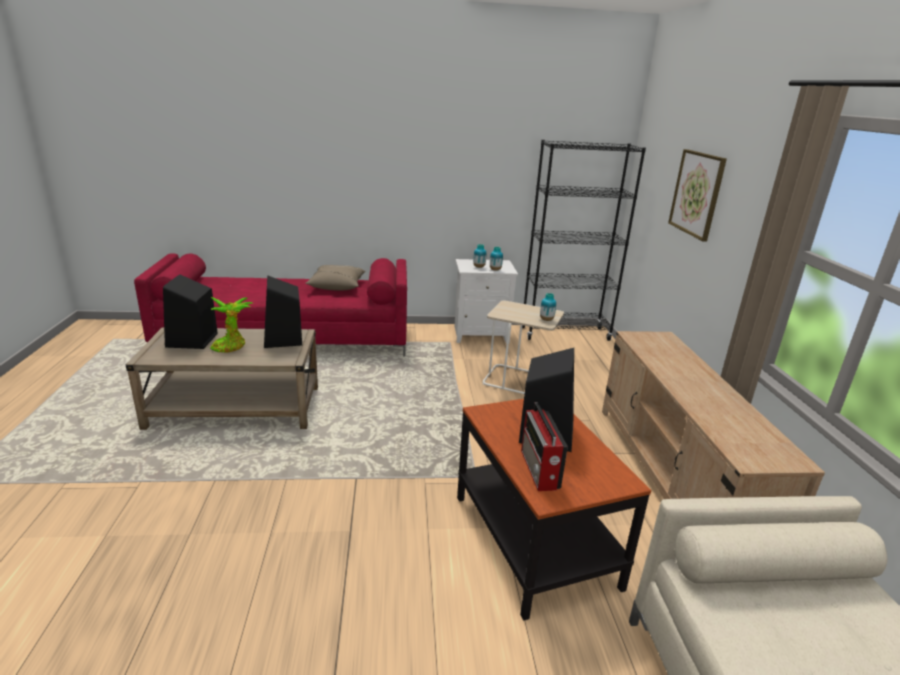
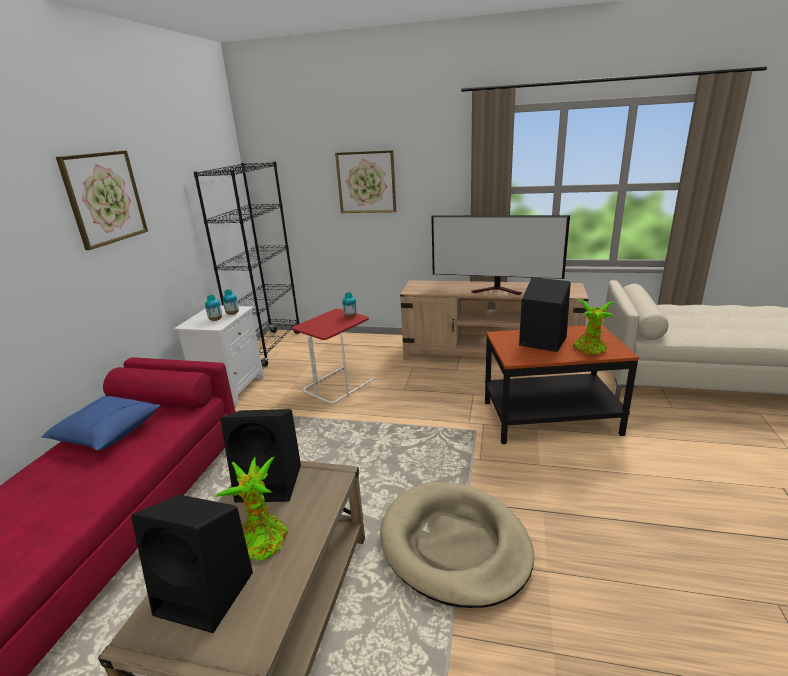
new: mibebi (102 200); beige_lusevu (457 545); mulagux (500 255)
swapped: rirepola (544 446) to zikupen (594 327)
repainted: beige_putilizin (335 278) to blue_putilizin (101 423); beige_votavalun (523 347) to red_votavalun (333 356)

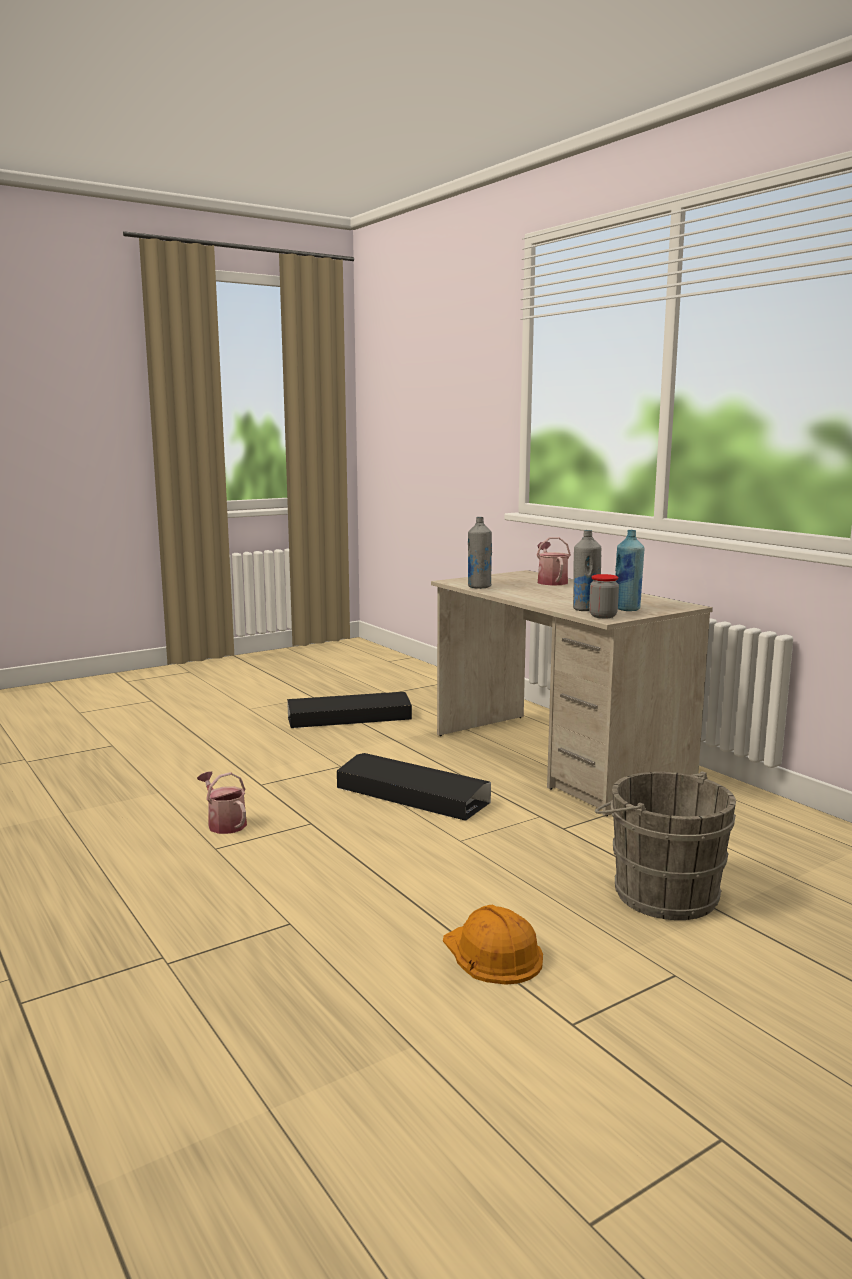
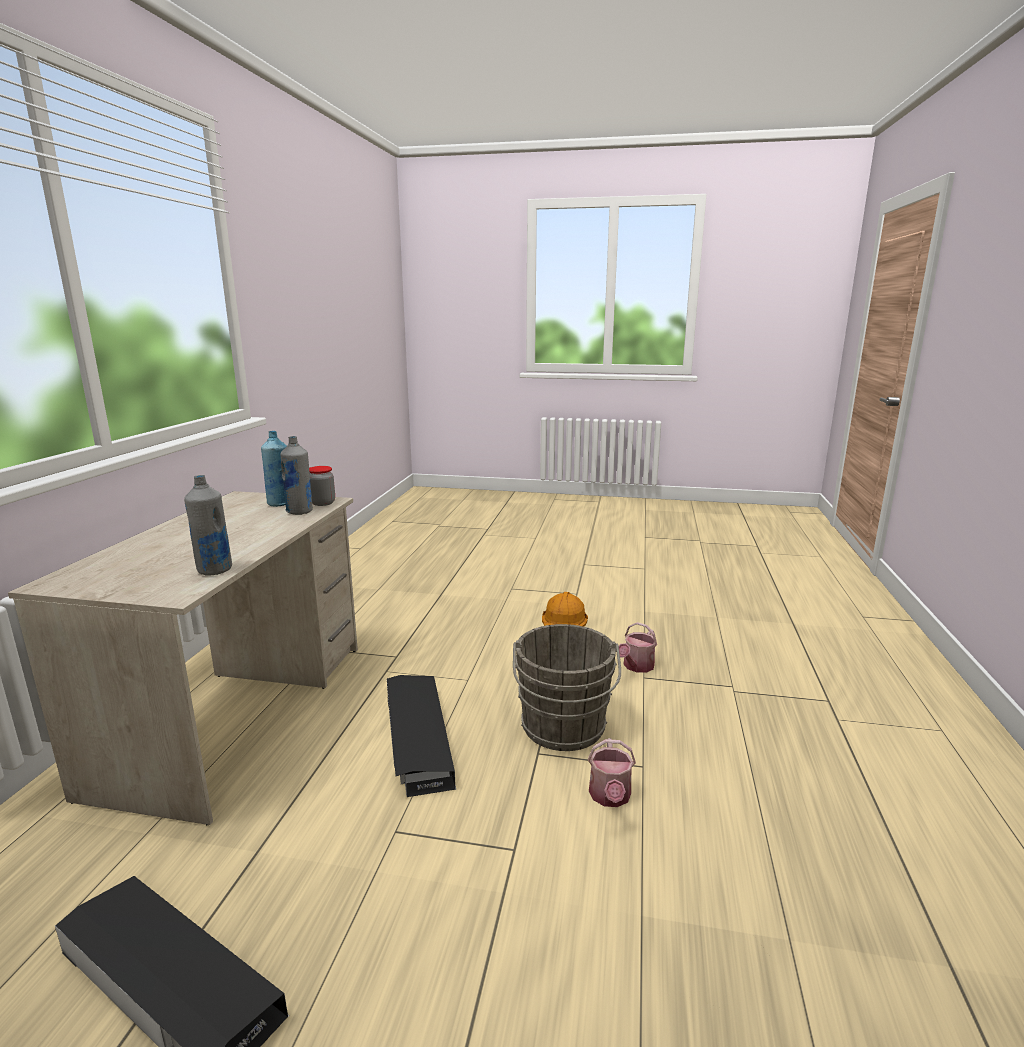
shifted: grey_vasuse (665 845) to (567 687); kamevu (554 561) to (638 647)

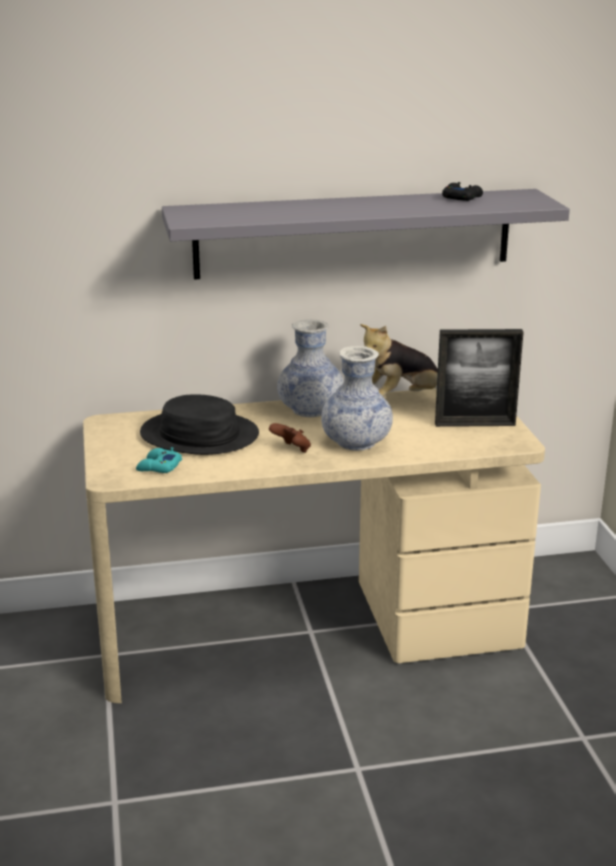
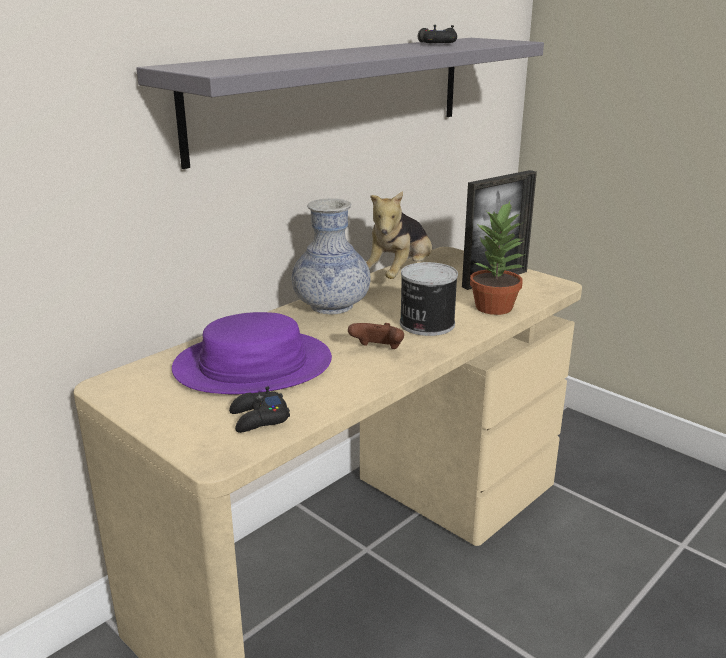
new: zikupen (497 258)
swapped: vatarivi (357 398) to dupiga (429 299)
repainted: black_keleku (199 424) to purple_keleku (252 353); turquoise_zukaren (159 460) to black_zukaren (259 409)

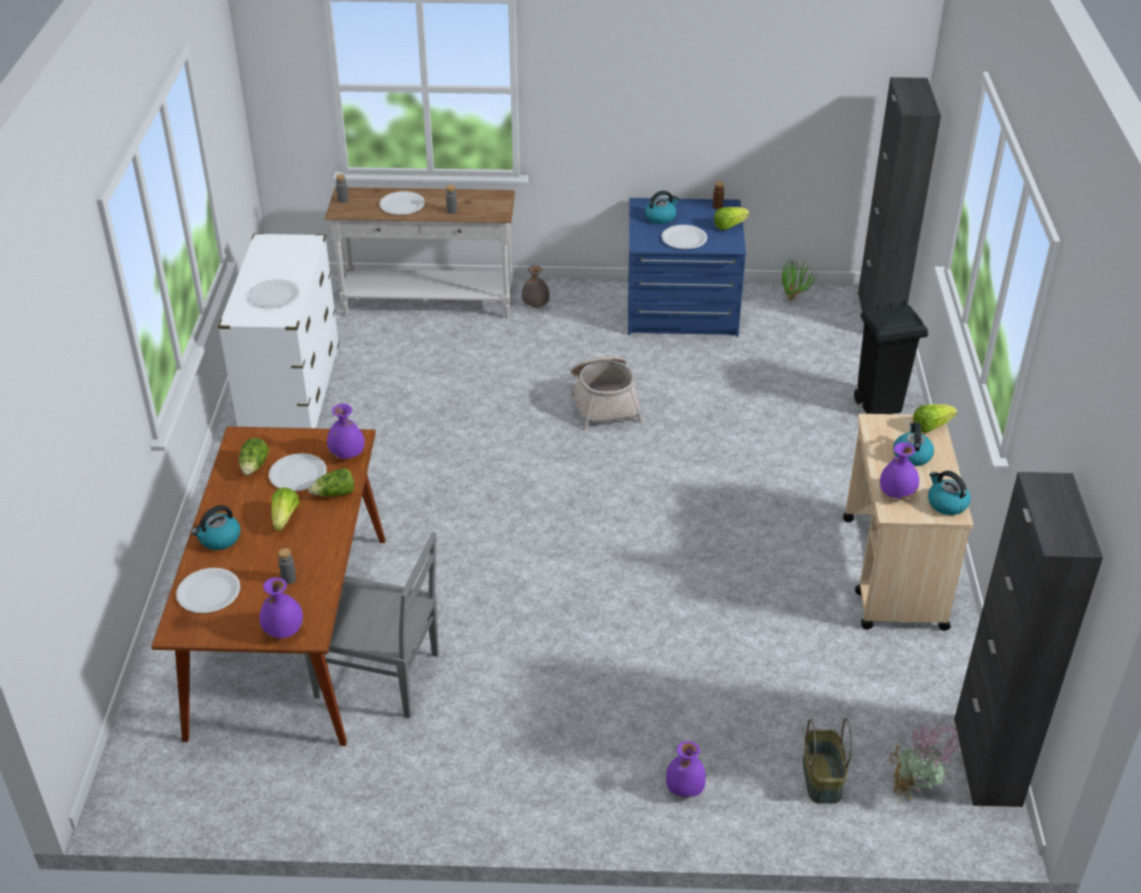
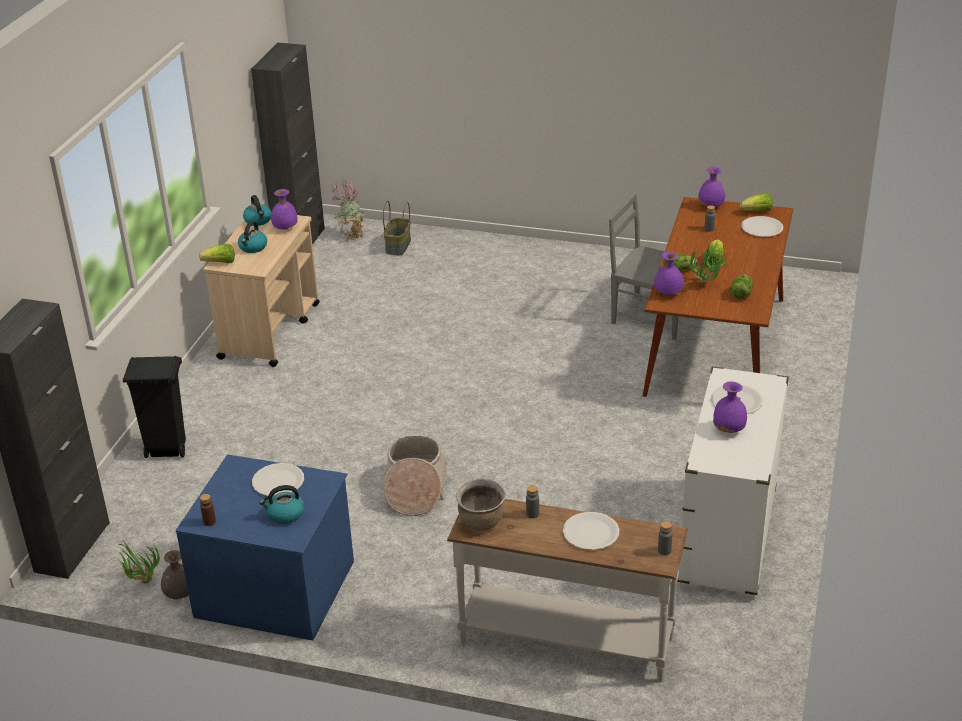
gone: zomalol (216 527)
new: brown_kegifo (481 504)
shifted: grey_vatarivi (536 286) to (175 575); purple_vatarivi (686 769) to (730 407); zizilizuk (731 218) to (756 202)
swapped: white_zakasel (298 472) to zikupen (708 264)

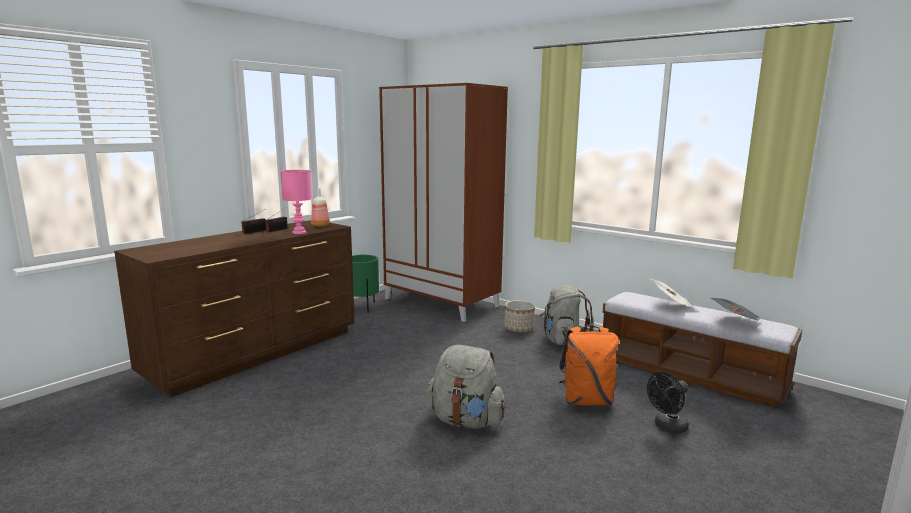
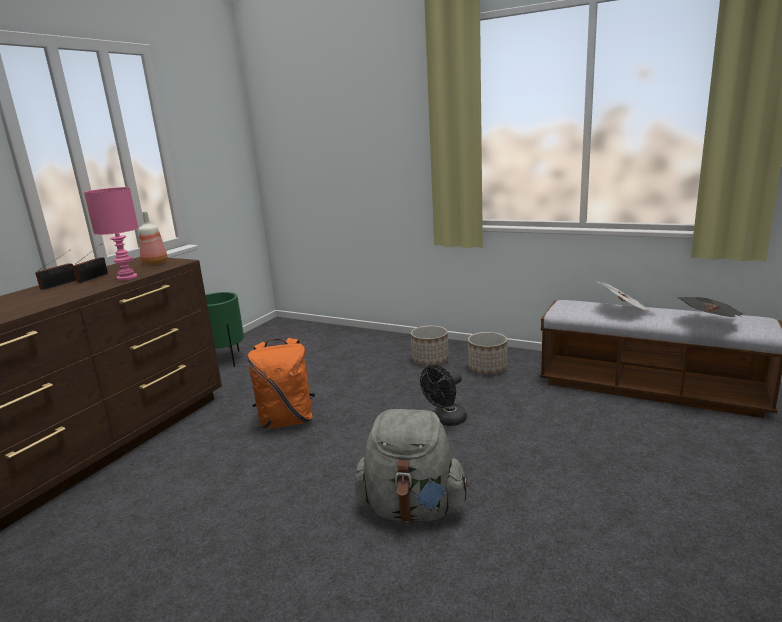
gone: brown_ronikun (443 202)
shifted: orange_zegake (588 366) to (281 383); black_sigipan (668 402) to (443 395)
swapped: grey_zegake (566 315) to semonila (487 353)

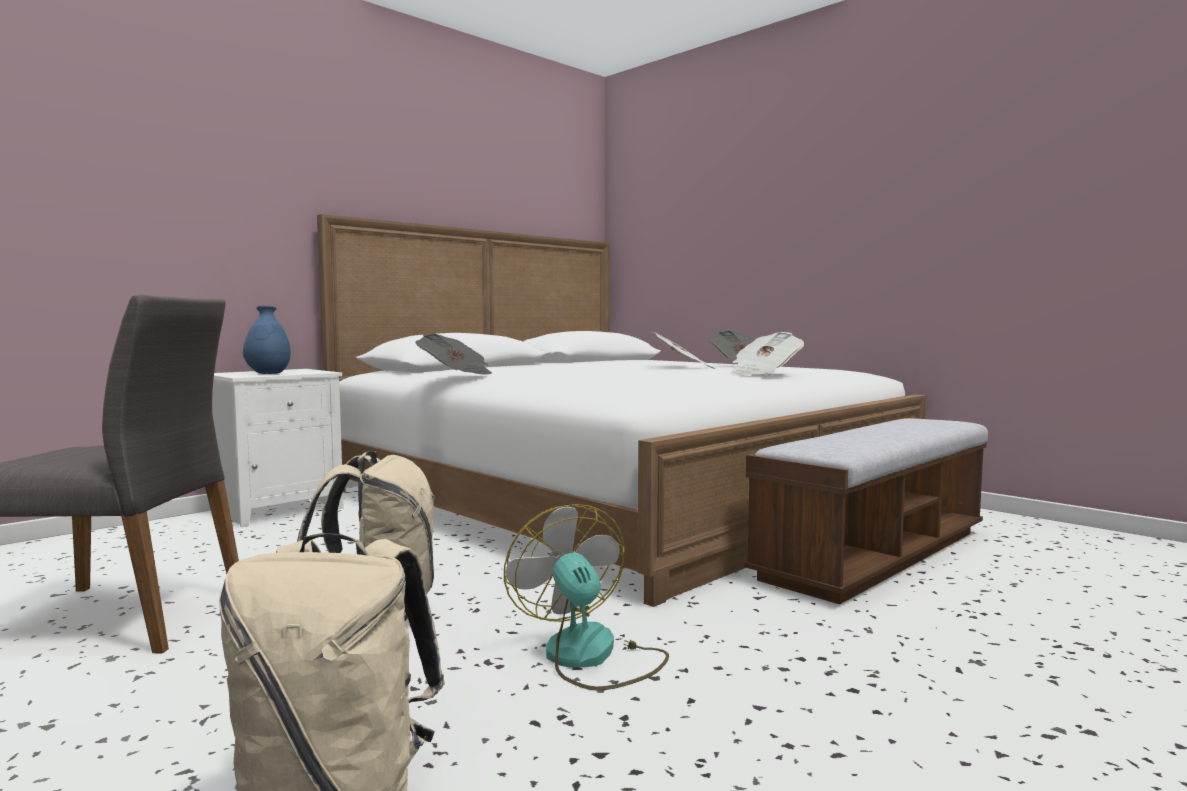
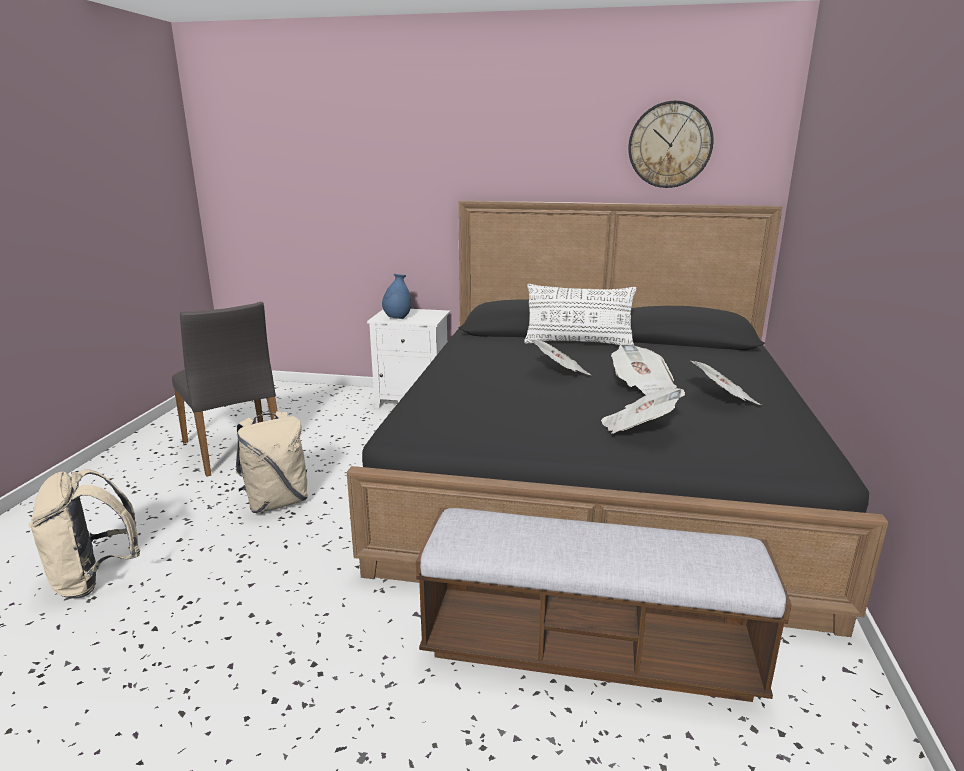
gone: sigipan (586 597)
new: white_putilizin (580 314); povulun (670 144)
shifted: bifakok (453 354) to (560 357)
repainted: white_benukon (621 410) to black_benukon (617 419)

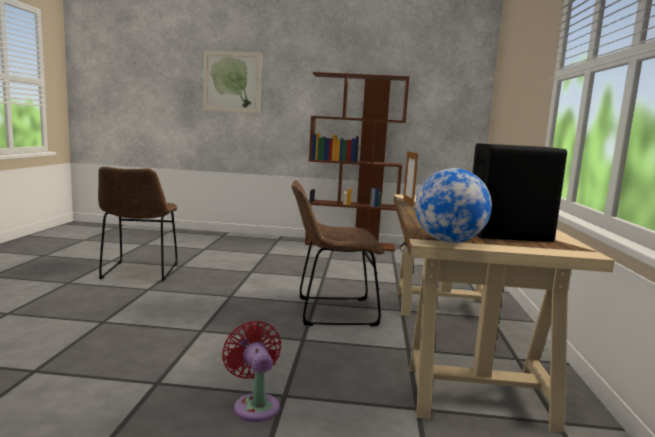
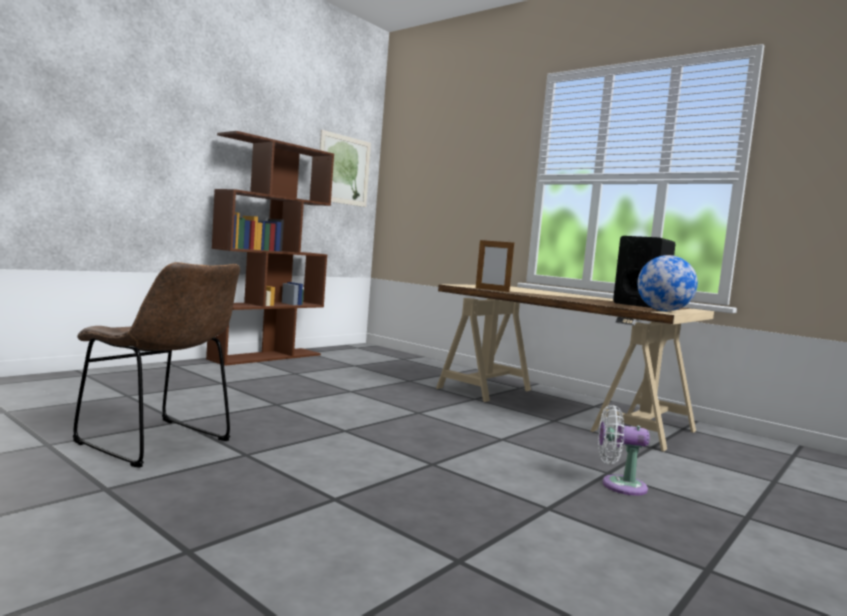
gone: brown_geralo (337 253)
shifted: mibebi (232 81) to (345 168)
repainted: red_sigipan (251 371) to white_sigipan (624 450)

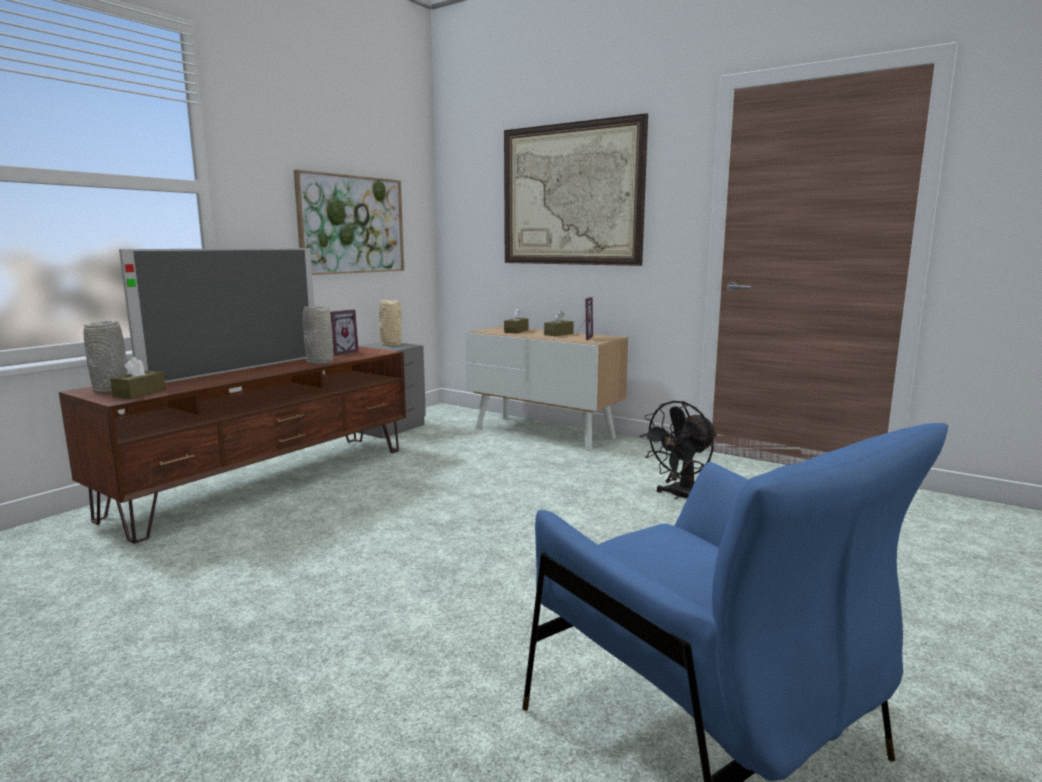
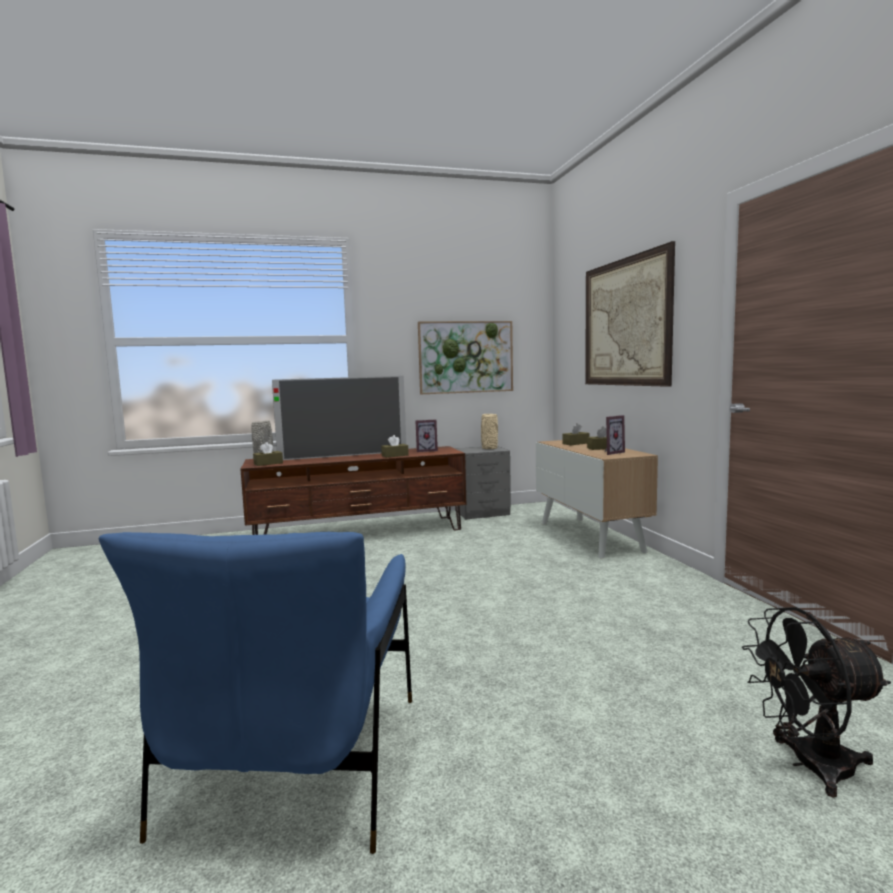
shifted: black_sigipan (678 450) to (816 702)
swapped: grey_vatarivi (318 335) to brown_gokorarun (395 446)

